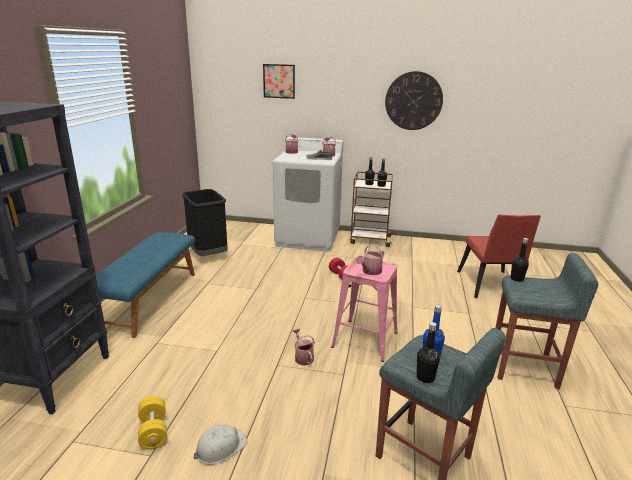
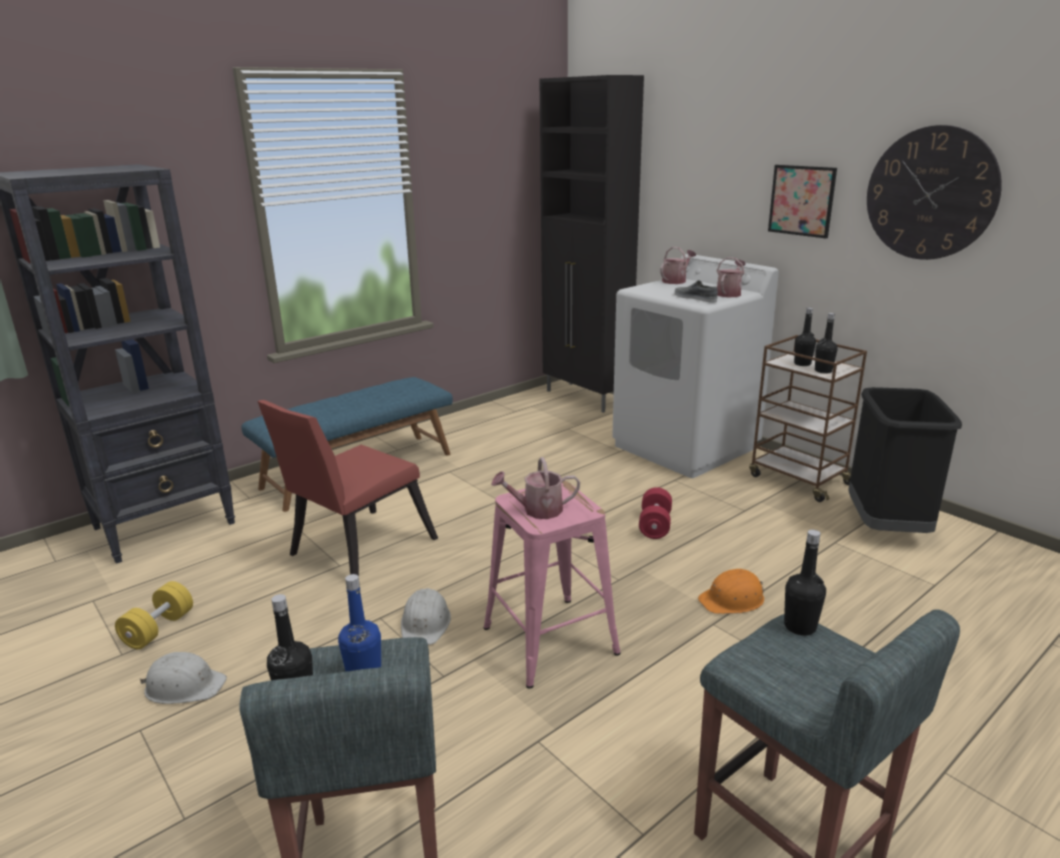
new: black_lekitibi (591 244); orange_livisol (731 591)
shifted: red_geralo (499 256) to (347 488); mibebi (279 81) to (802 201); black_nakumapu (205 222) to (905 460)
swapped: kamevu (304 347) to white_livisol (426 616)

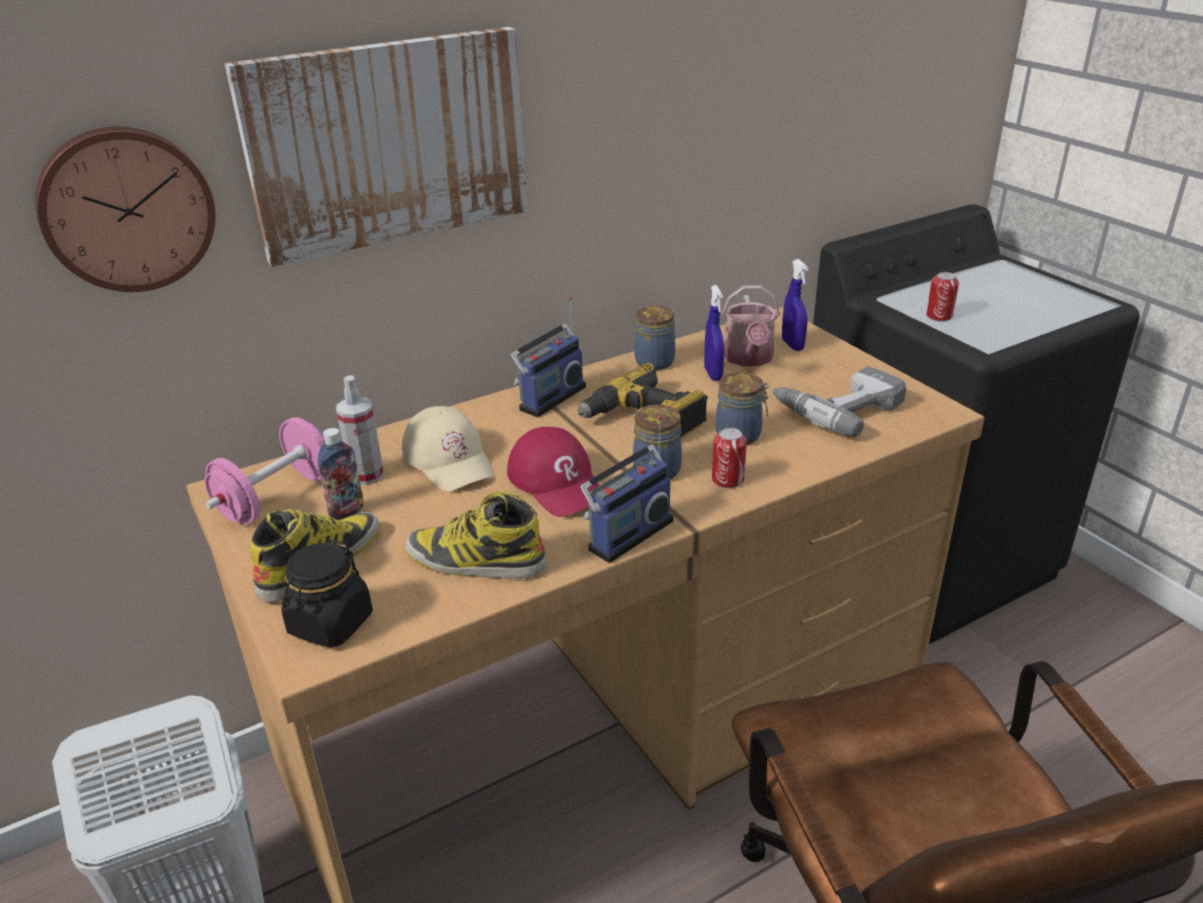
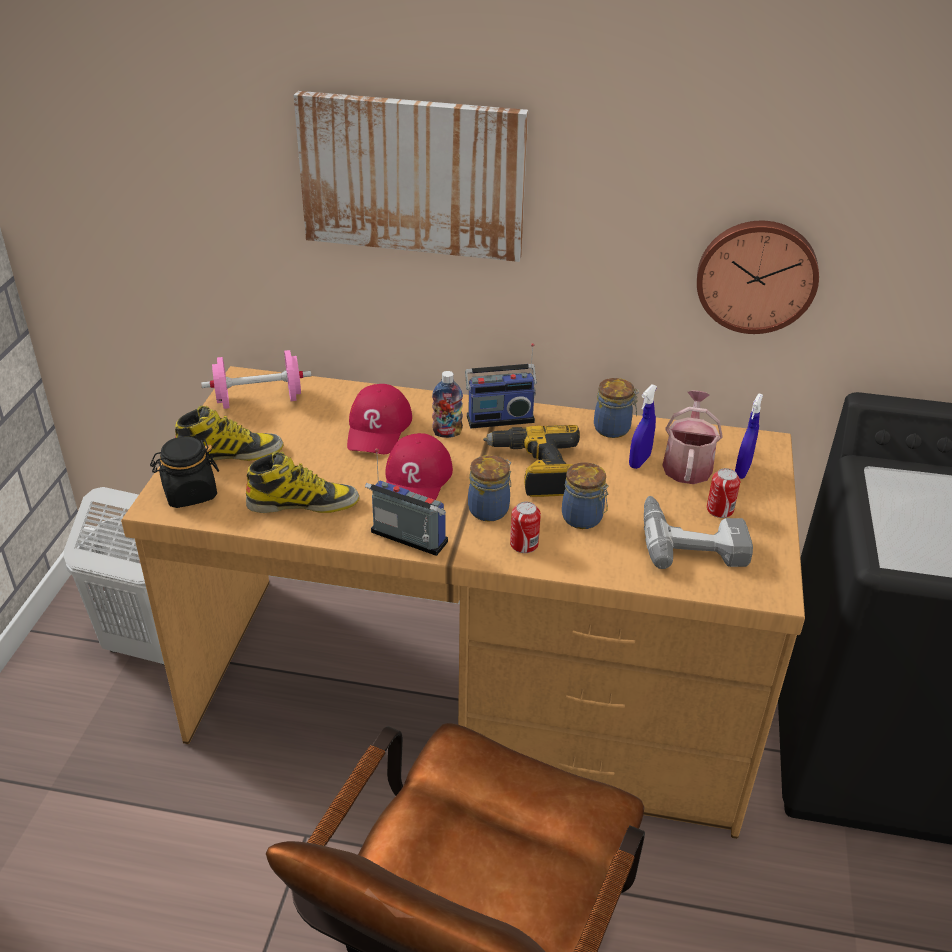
gone: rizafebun (360 430)
shifted: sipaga (340 474) to (447 404); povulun (125 209) to (758 277); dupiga (942 296) to (723 493)
repainted: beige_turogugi (448 448) to red_turogugi (379 419)
rotated: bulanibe (476 535) = (302 482) 120 degrees clockwise; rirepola (626 489) = (406 502) 150 degrees counterclockwise; kamevu (751 325) = (692 437) 150 degrees clockwise

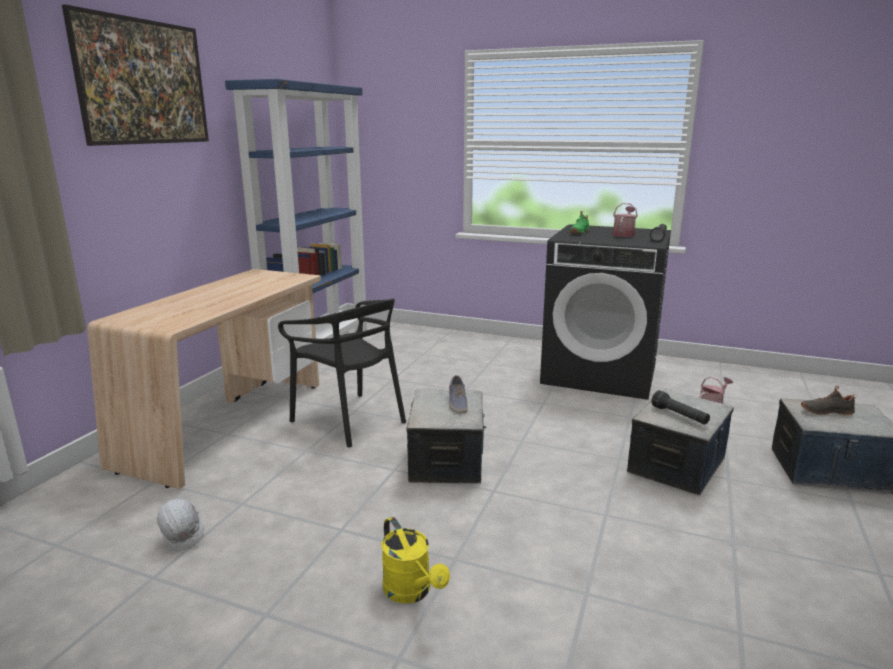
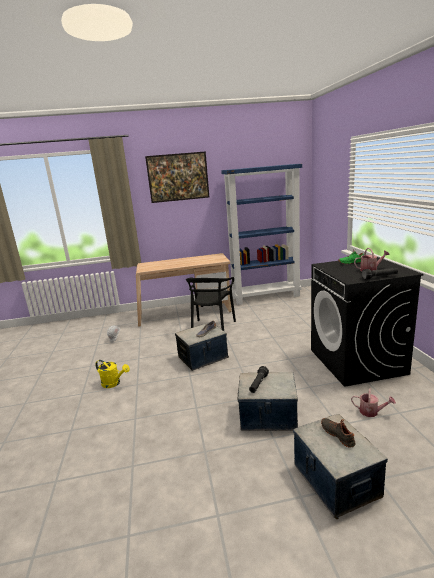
rotated: yellow_kamevu (415 560) = (112 374) 90 degrees counterclockwise

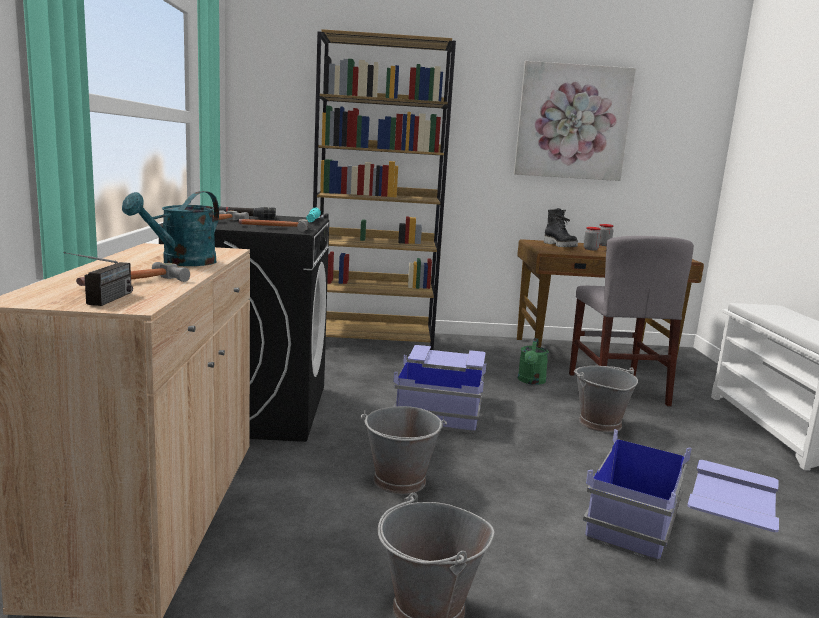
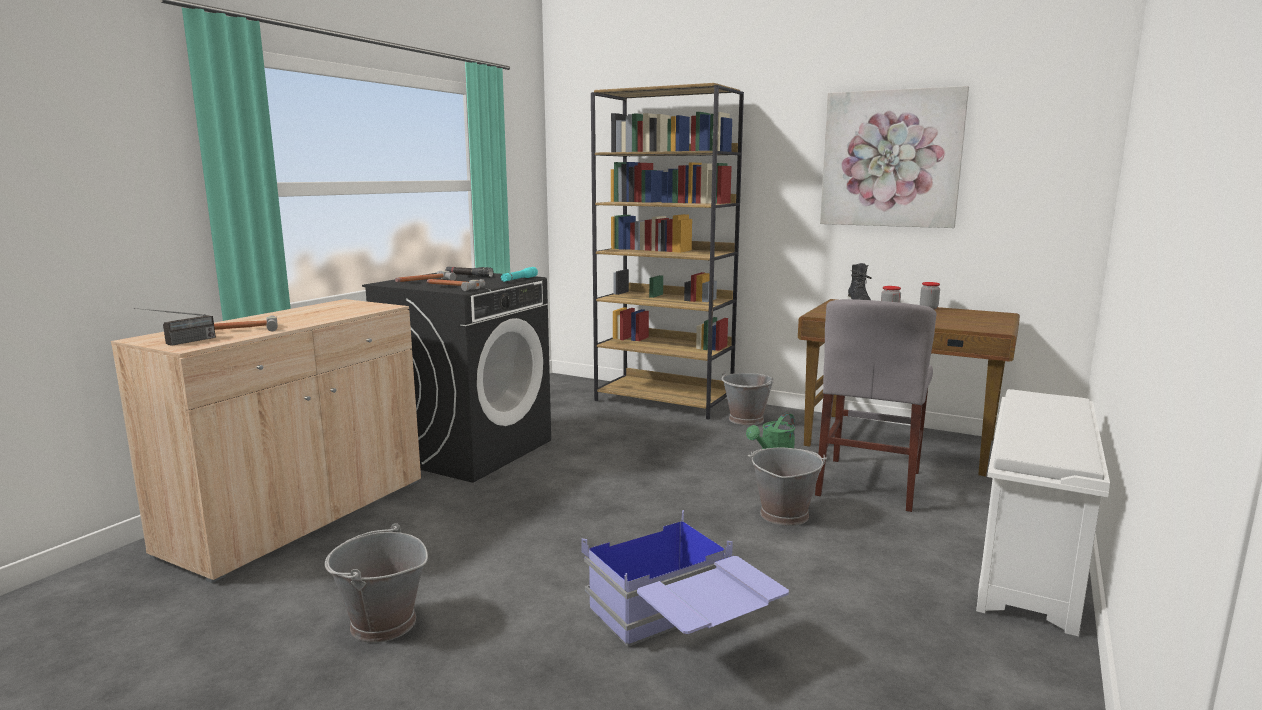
gone: turquoise_kamevu (170 228); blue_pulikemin (439 389)
shifted: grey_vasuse (404 450) to (748 397)

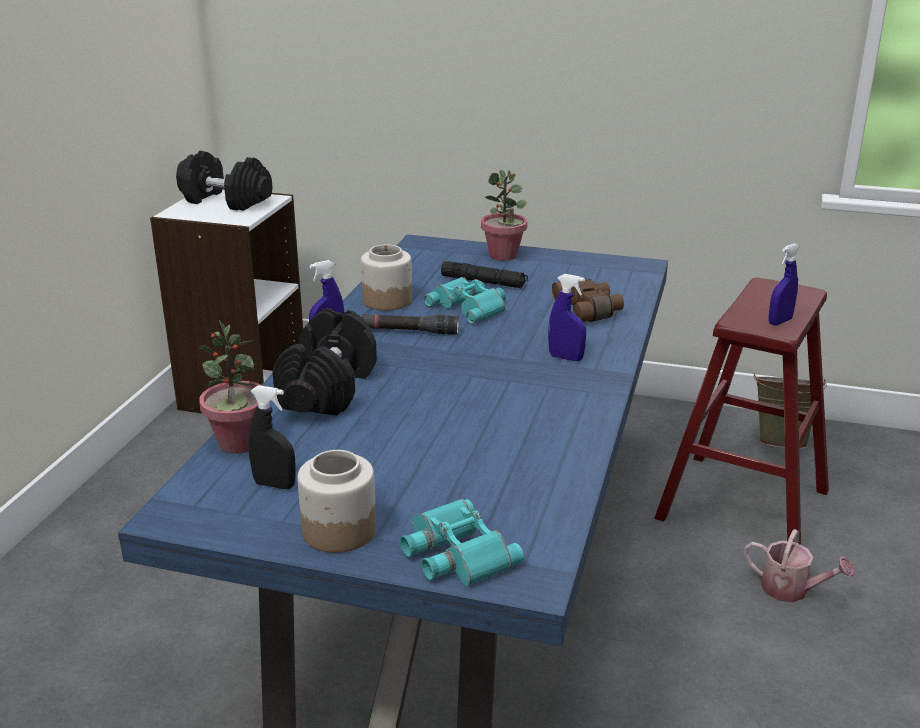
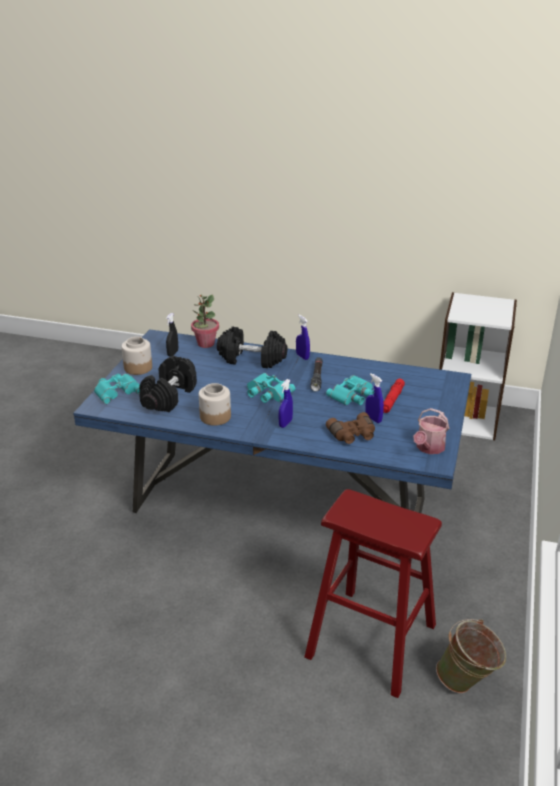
gone: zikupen (504 215)
new: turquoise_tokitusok (271 388)
shifted: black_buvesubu (224 181) to (168 384); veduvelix (386 278) to (215 404); blue_rizafebun (784 284) to (374 398); kamevu (799 565) to (431 431)
repainted: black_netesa (484 274) to red_netesa (394 396)

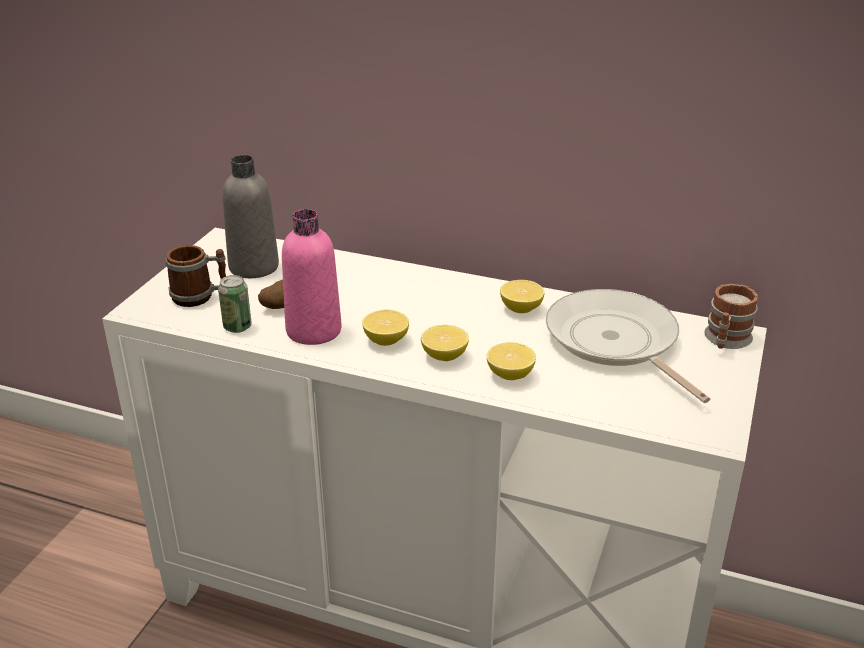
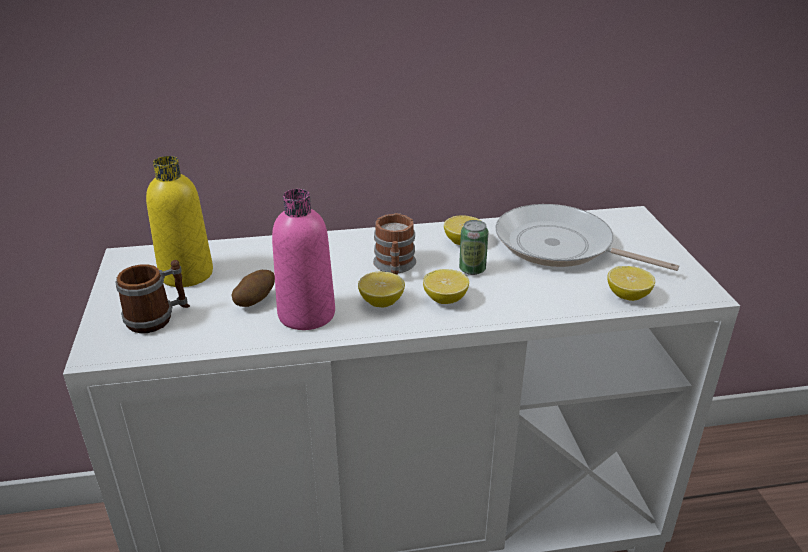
shifted: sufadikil (731 316) to (394 244); dupiga (235 304) to (473 247); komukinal (511 361) to (631 283)
repainted: grey_sipaga (250 216) to yellow_sipaga (179 221)

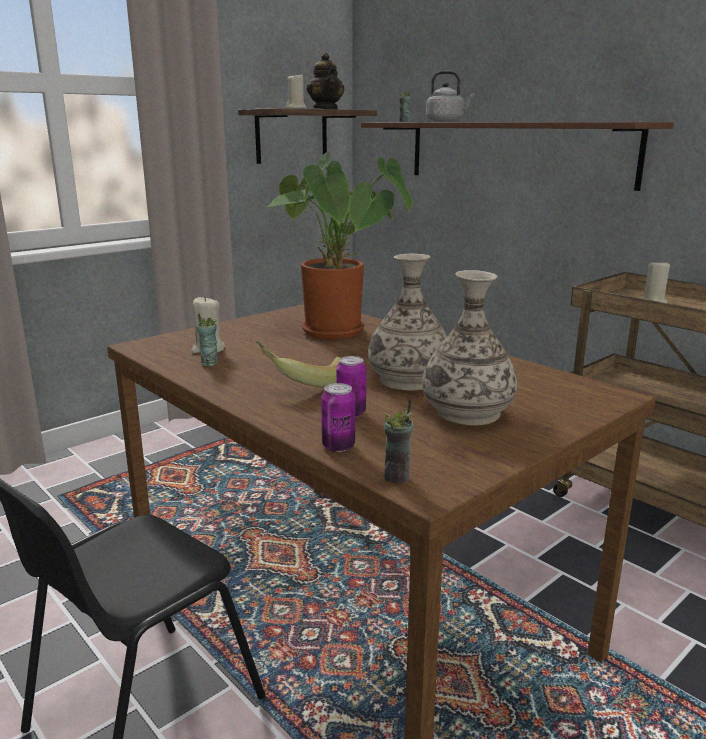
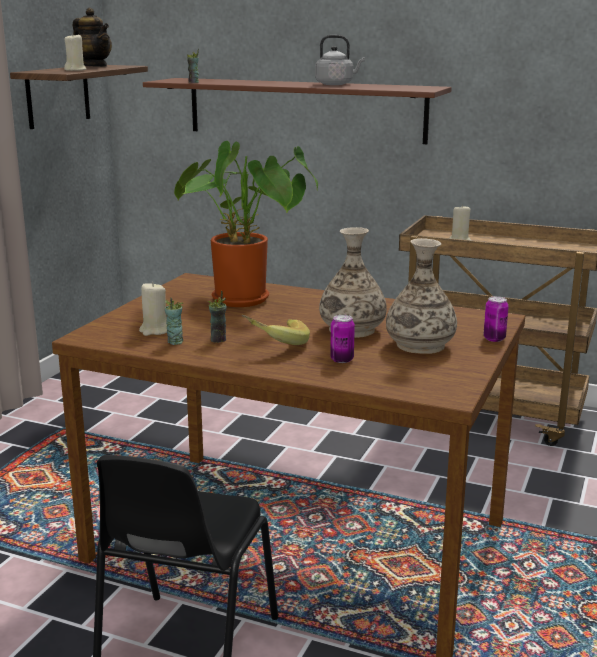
shifted: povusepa (399 441) to (217 317); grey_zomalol (450 96) to (340 60); dupiga (338 417) to (496 319)

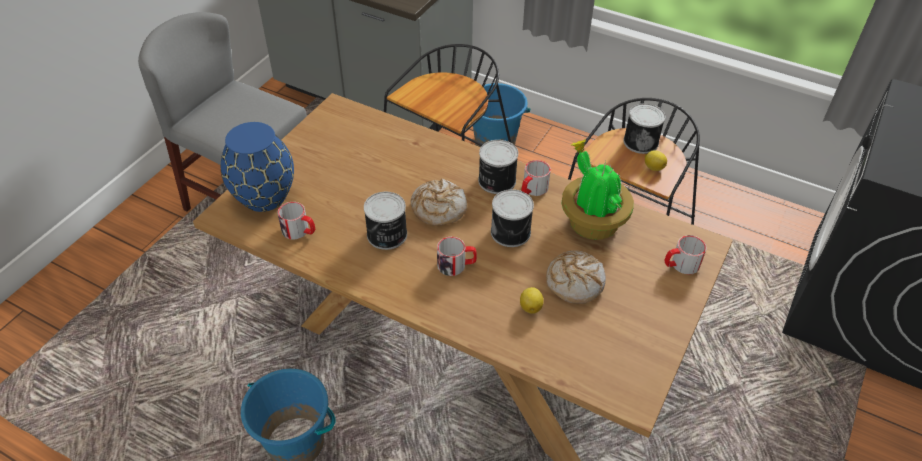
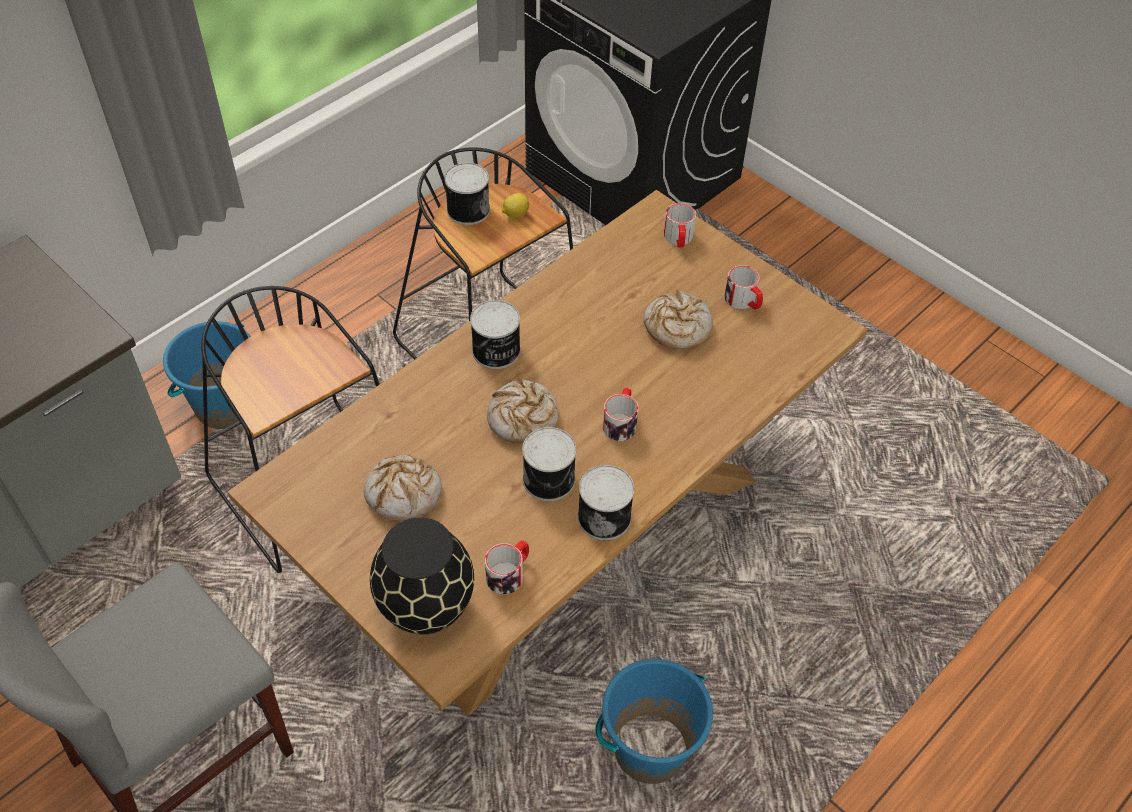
gone: komukinal (532 300); zikupen (598 190)
new: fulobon (403 488)
shifted: dupiga (512 218) to (606 502); sufadikil (536 178) to (743 287)
repainted: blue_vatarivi (257 167) to black_vatarivi (422 575)

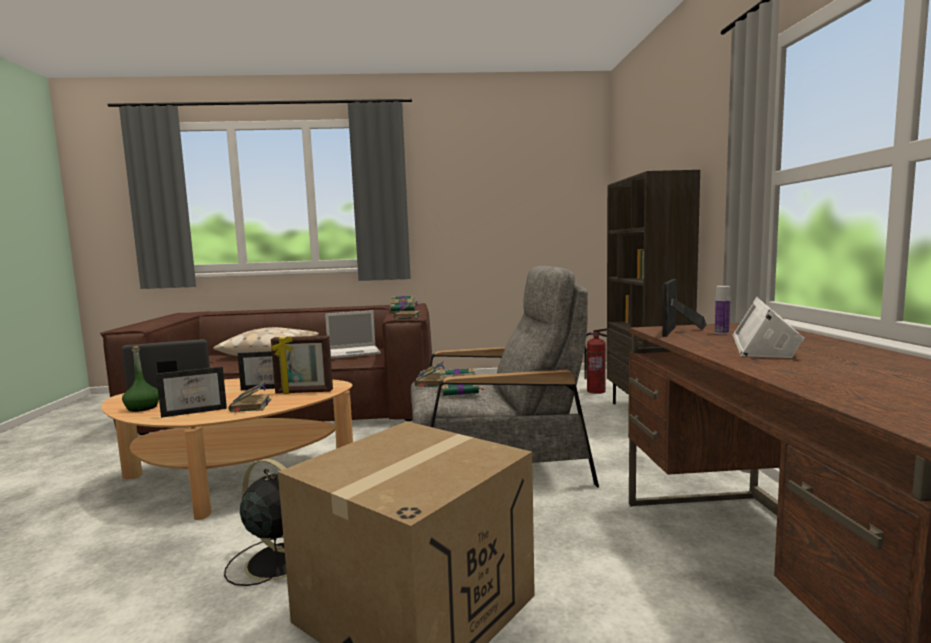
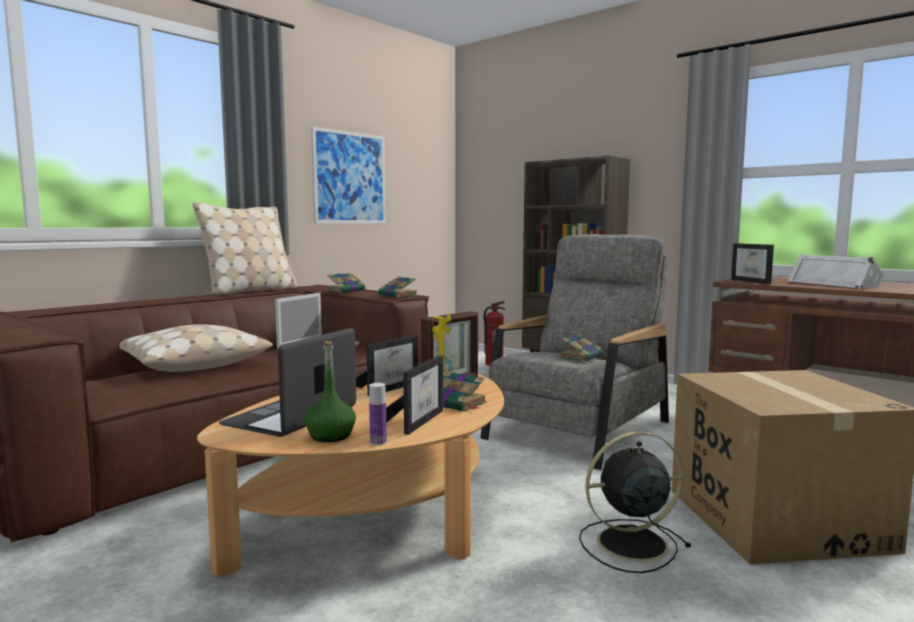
gone: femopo (429 374)
new: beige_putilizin (244 248); mibebi (348 175)
shifted: sipaga (722 310) to (378 414)

